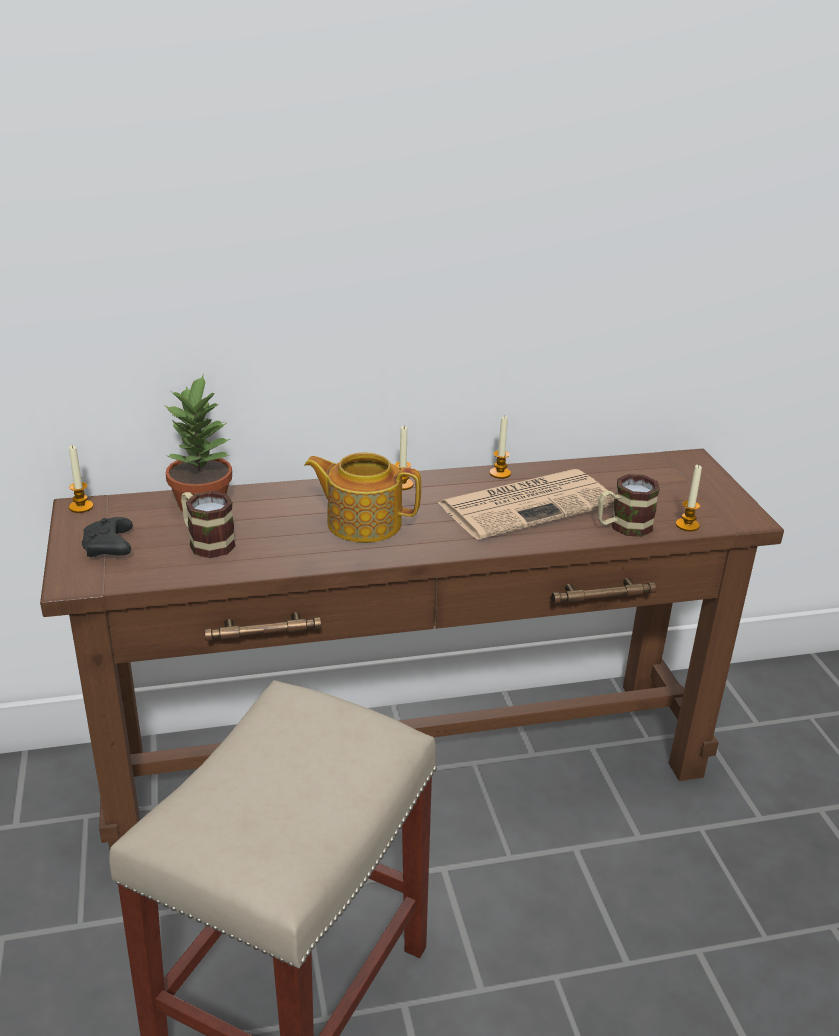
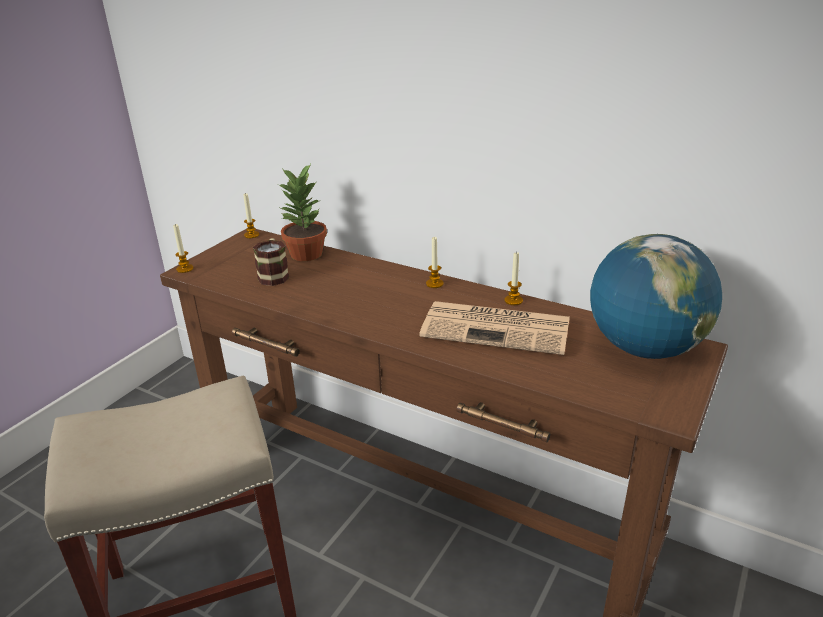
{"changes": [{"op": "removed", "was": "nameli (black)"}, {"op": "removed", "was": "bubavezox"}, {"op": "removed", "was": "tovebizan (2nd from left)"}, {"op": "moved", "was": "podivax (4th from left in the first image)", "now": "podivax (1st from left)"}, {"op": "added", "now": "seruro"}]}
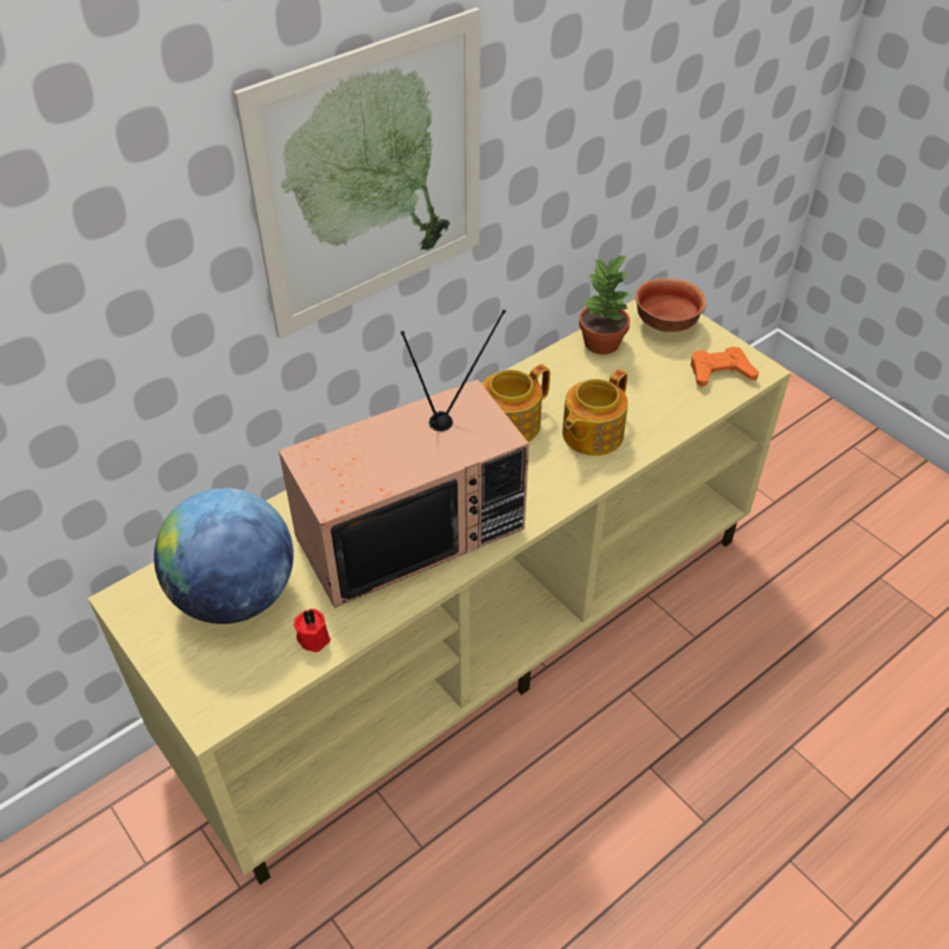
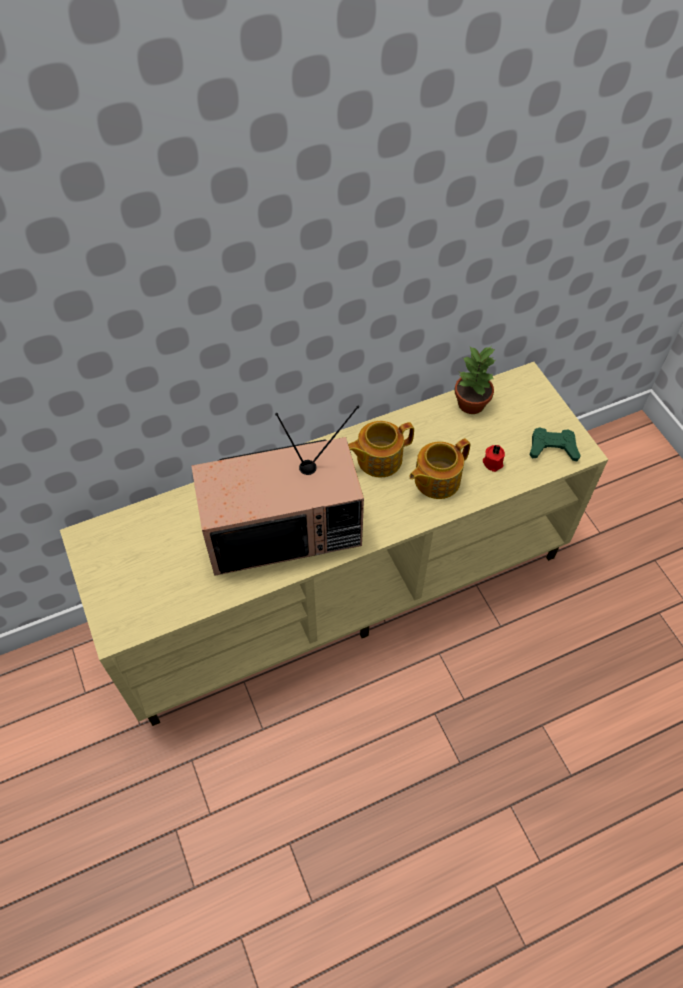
{"changes": [{"op": "removed", "was": "seruro"}, {"op": "removed", "was": "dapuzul"}, {"op": "moved", "was": "podivax (red)"}, {"op": "removed", "was": "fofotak"}, {"op": "recoloured", "was": "nameli (orange)", "now": "nameli (green)"}]}
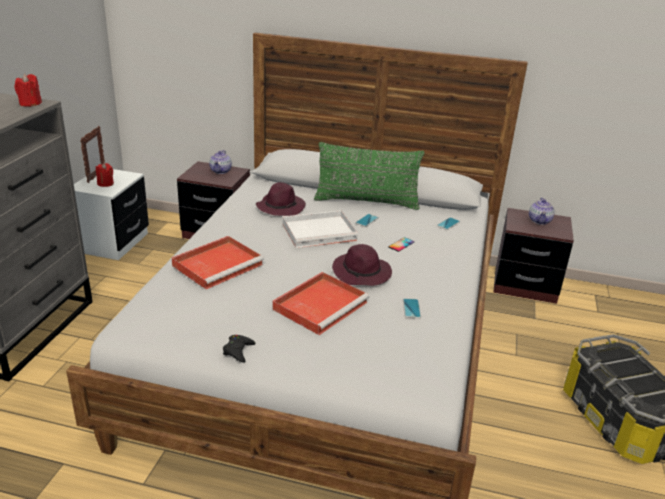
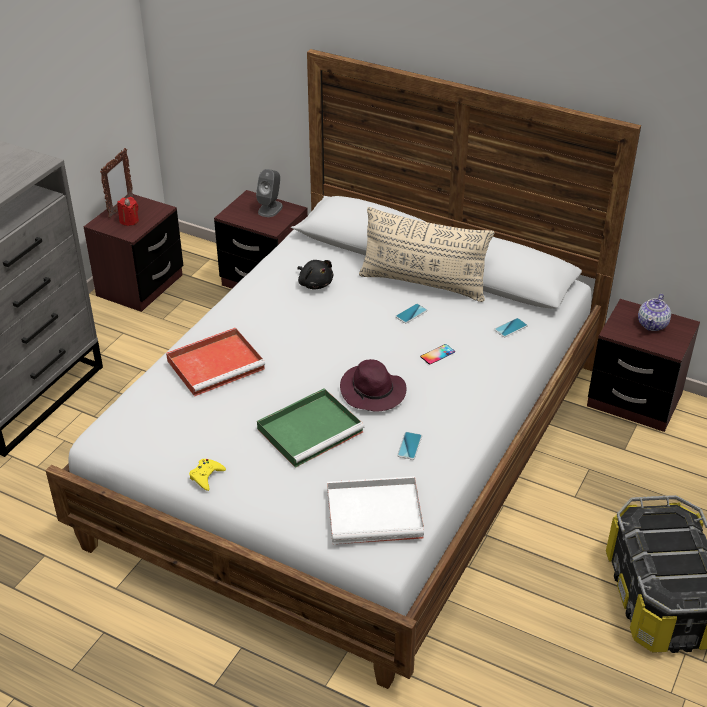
{"changes": [{"op": "removed", "was": "podivax (red) (1st from left)"}, {"op": "recoloured", "was": "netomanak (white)", "now": "netomanak (brown) (1st from left)"}, {"op": "replaced", "was": "bubavezox (1st from left)", "now": "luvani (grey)"}, {"op": "recoloured", "was": "nameli (black)", "now": "nameli (yellow)"}, {"op": "replaced", "was": "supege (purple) (1st from left)", "now": "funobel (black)"}, {"op": "recoloured", "was": "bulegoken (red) (2nd from left)", "now": "bulegoken (green)"}, {"op": "moved", "was": "bulegoken (white)"}, {"op": "recoloured", "was": "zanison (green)", "now": "zanison (beige)"}]}
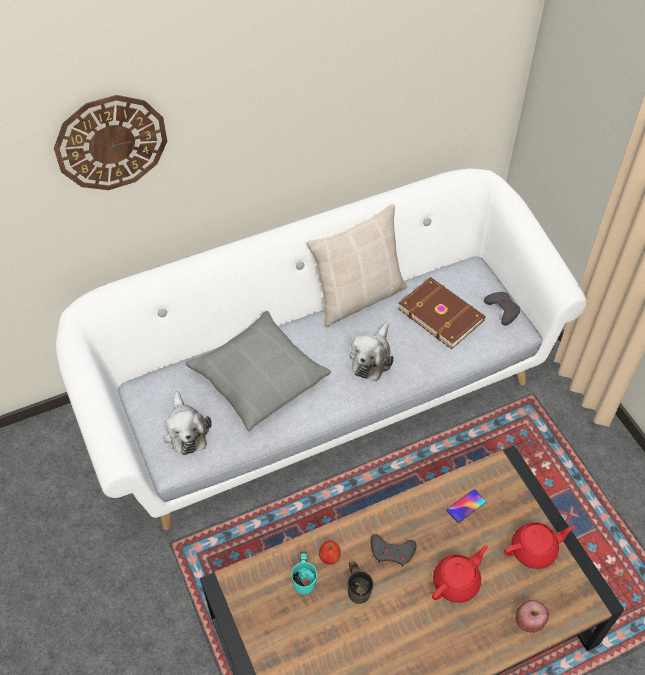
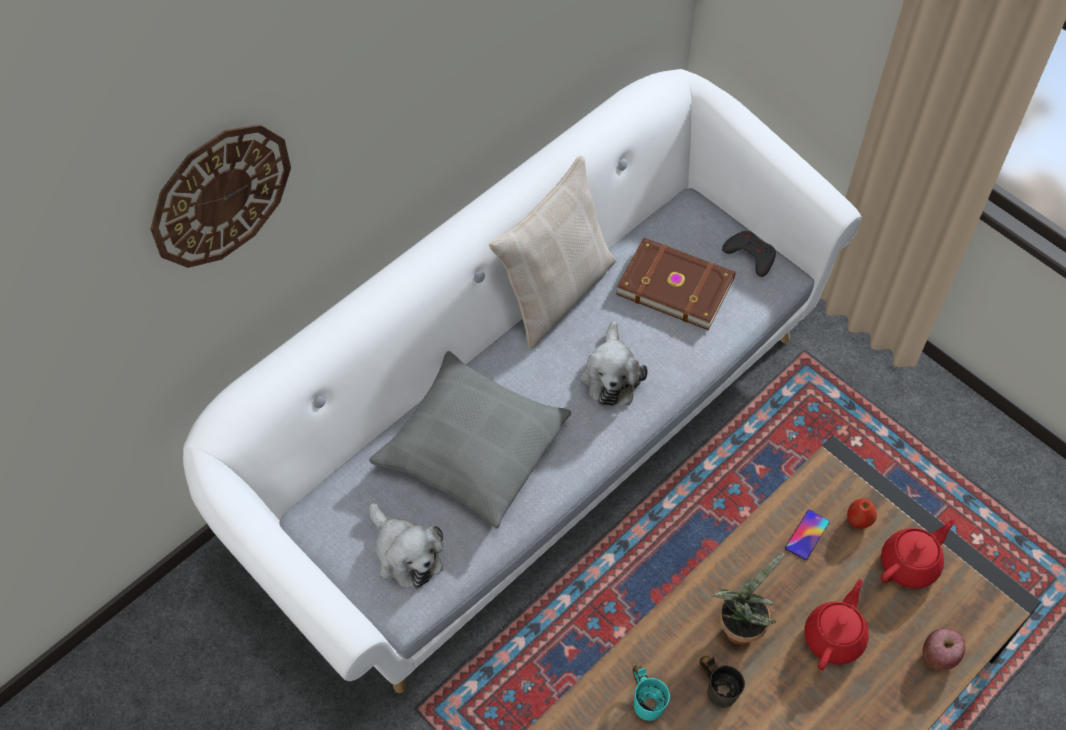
{"changes": [{"op": "moved", "was": "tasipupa (1st from left)"}, {"op": "replaced", "was": "nameli (grey) (1st from left)", "now": "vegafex"}]}
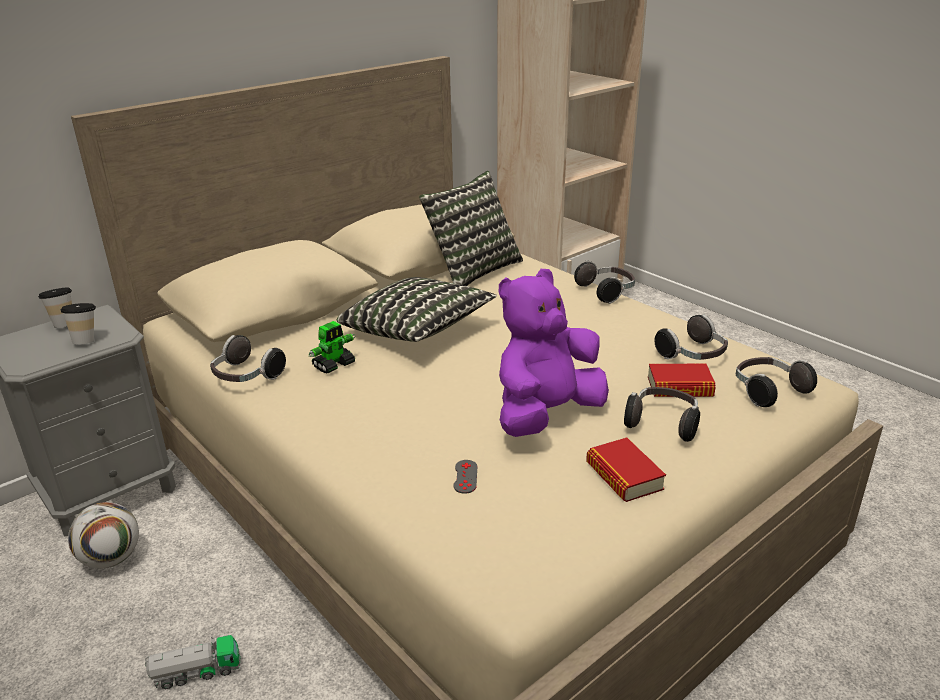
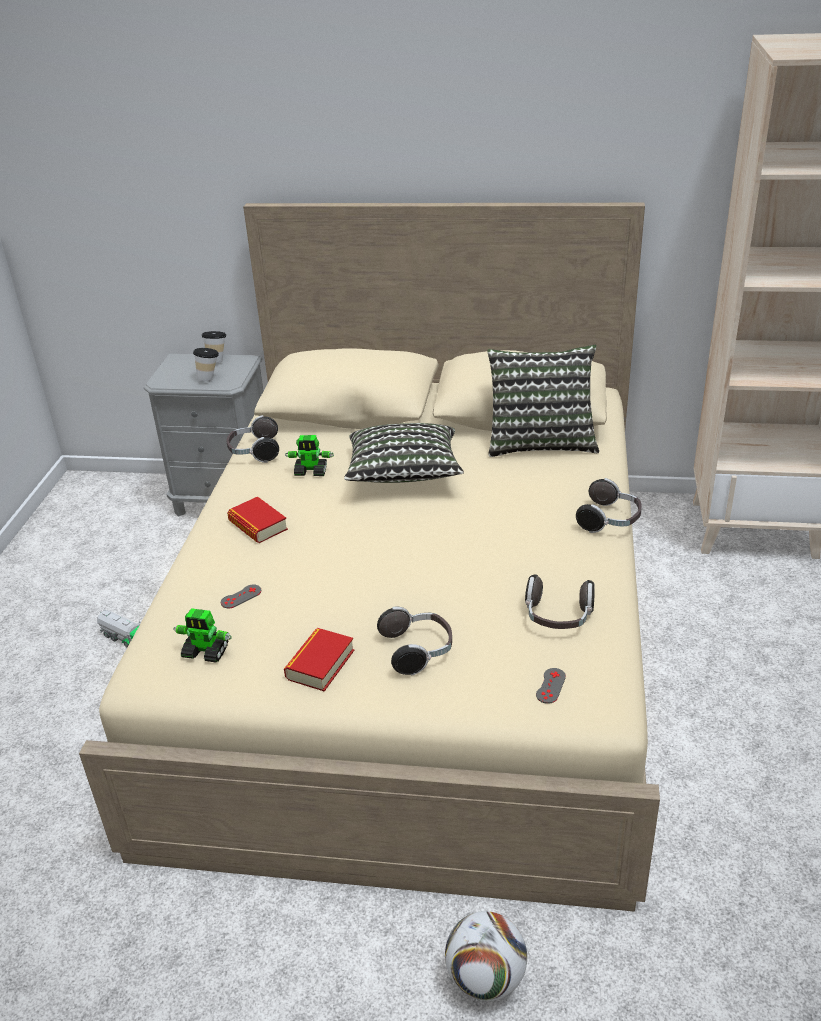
{"changes": [{"op": "moved", "was": "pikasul"}, {"op": "removed", "was": "funobel (purple)"}, {"op": "moved", "was": "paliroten (2nd from left in the first image)", "now": "paliroten (1st from left)"}, {"op": "replaced", "was": "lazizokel (5th from left)", "now": "nameli (grey) (2nd from left)"}, {"op": "added", "now": "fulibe (1st from left)"}]}
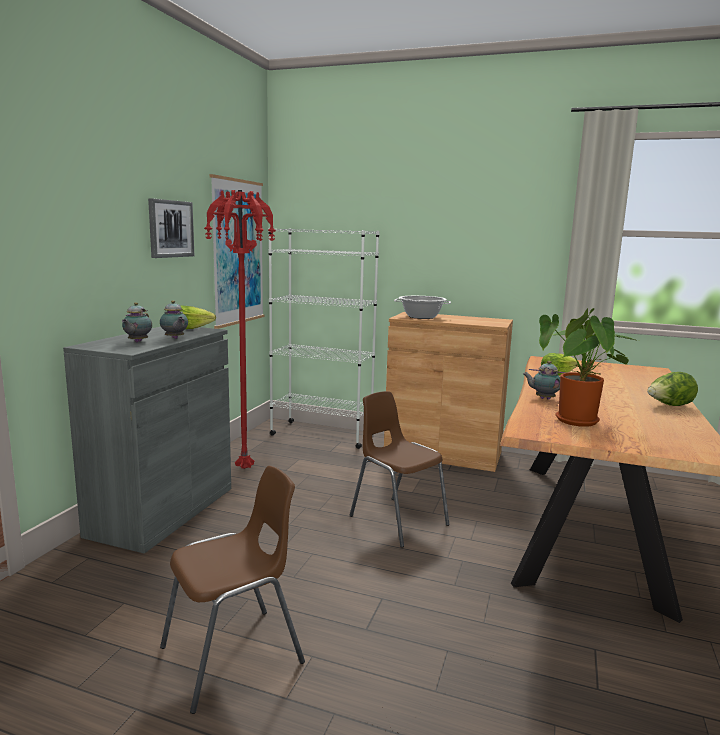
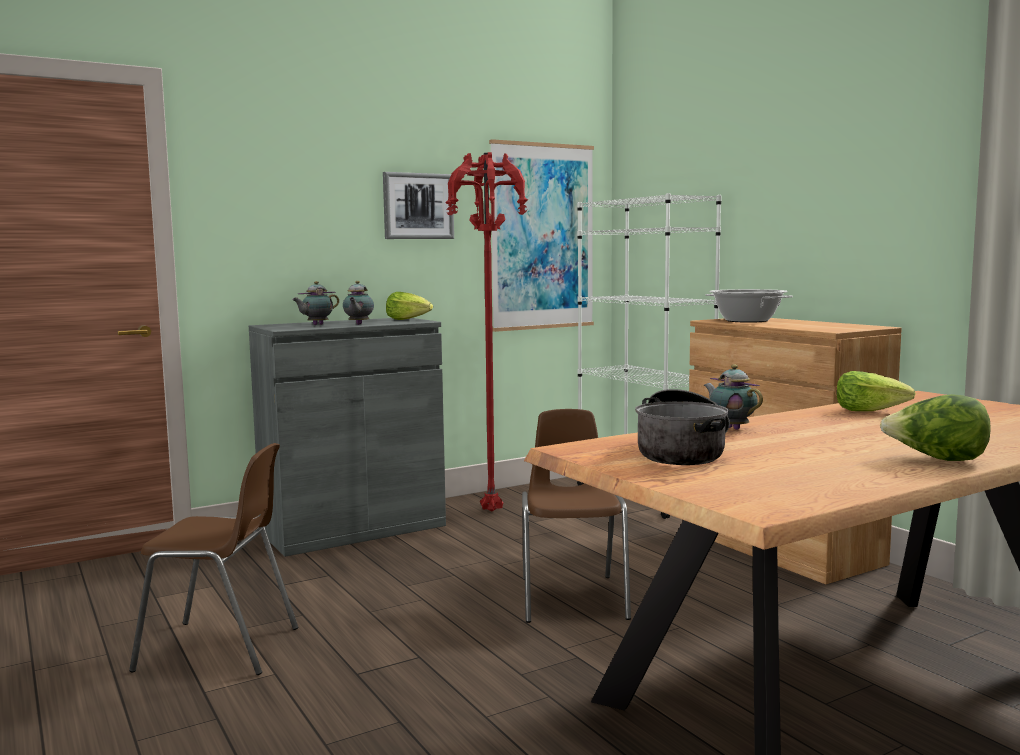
{"changes": [{"op": "replaced", "was": "vegafex", "now": "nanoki (1st from left)"}]}
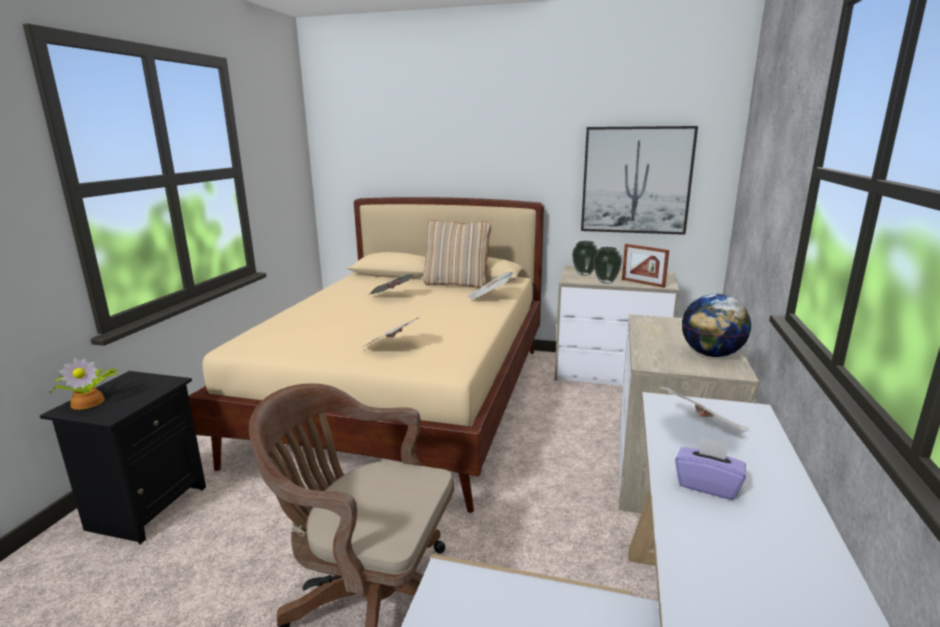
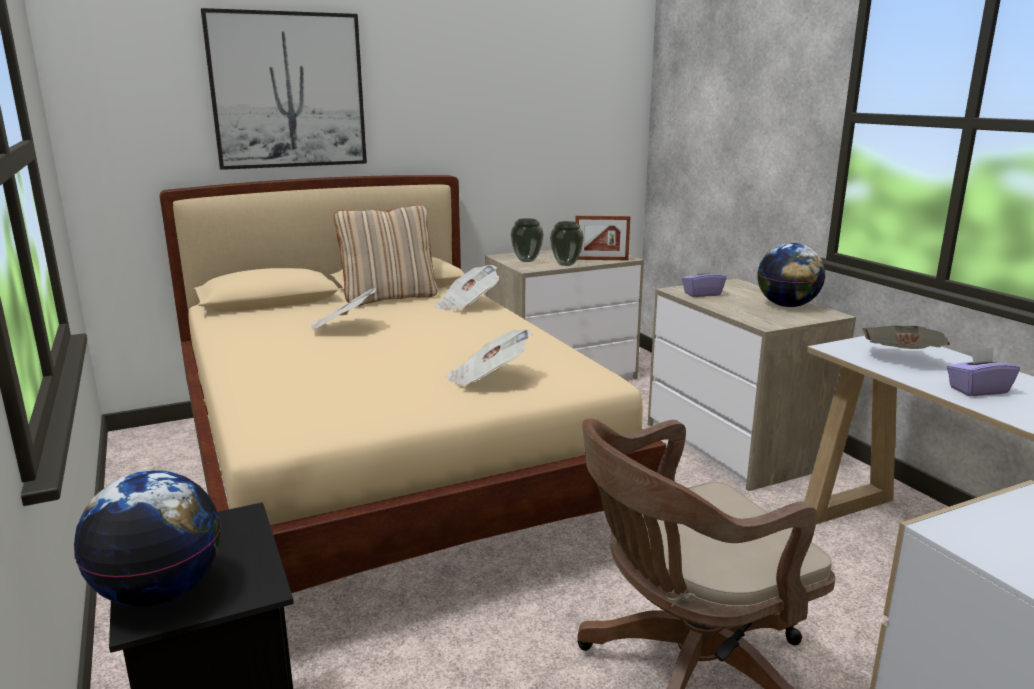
{"changes": [{"op": "replaced", "was": "vegafex", "now": "seruro (1st from left)"}, {"op": "moved", "was": "dapuzul"}, {"op": "added", "now": "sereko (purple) (1st from left)"}]}
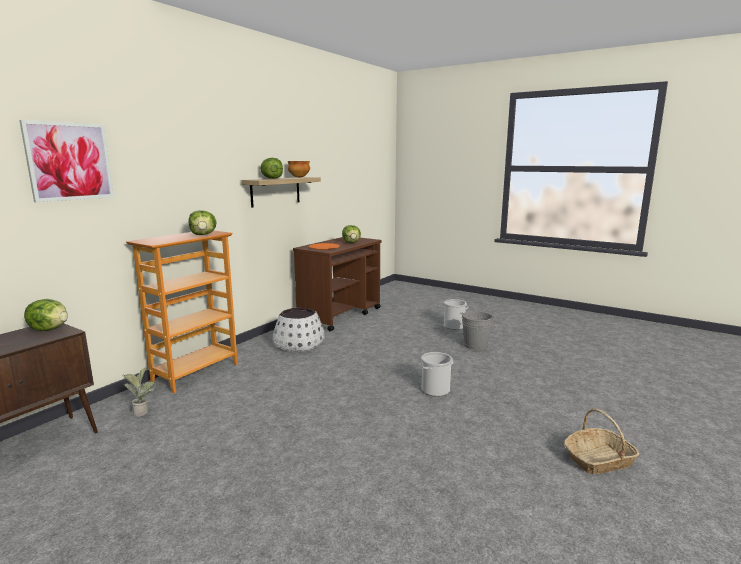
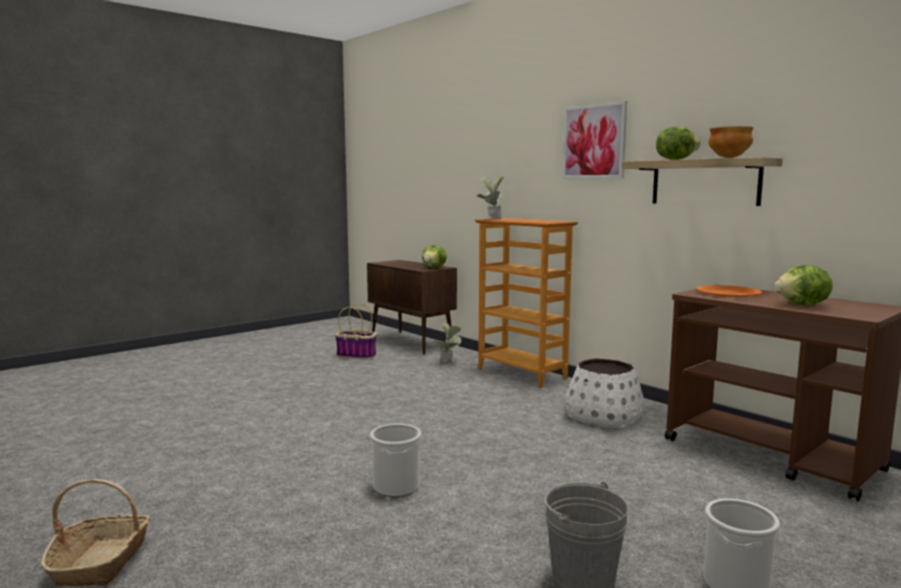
{"changes": [{"op": "moved", "was": "dapuzul"}, {"op": "removed", "was": "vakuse (2nd from left)"}, {"op": "added", "now": "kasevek (2nd from left)"}, {"op": "added", "now": "vegafex (2nd from left)"}]}
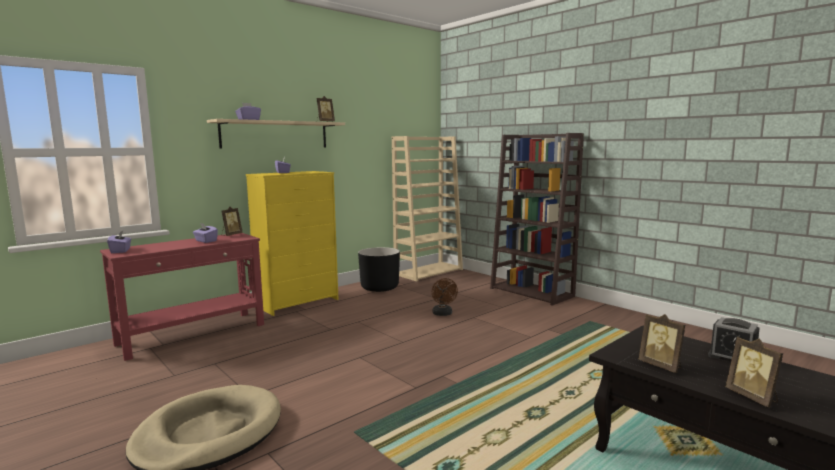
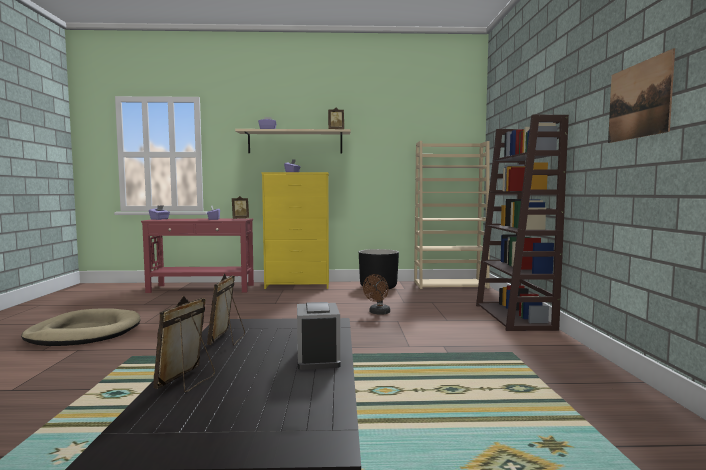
{"changes": [{"op": "added", "now": "dapuzul"}]}
